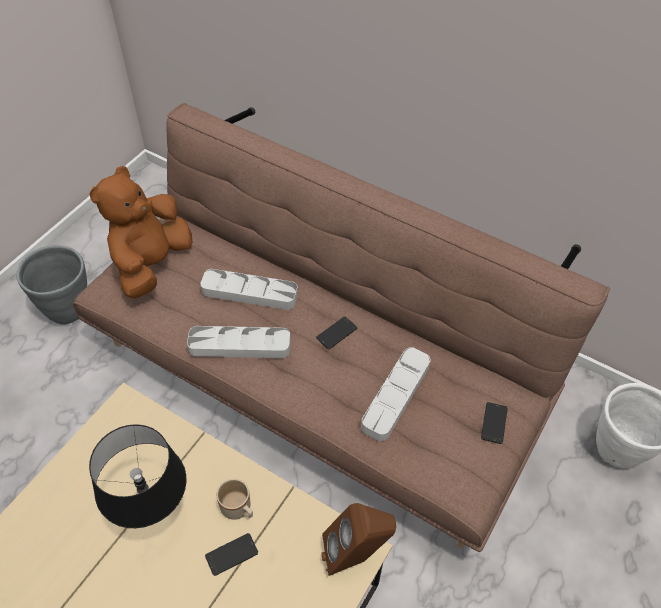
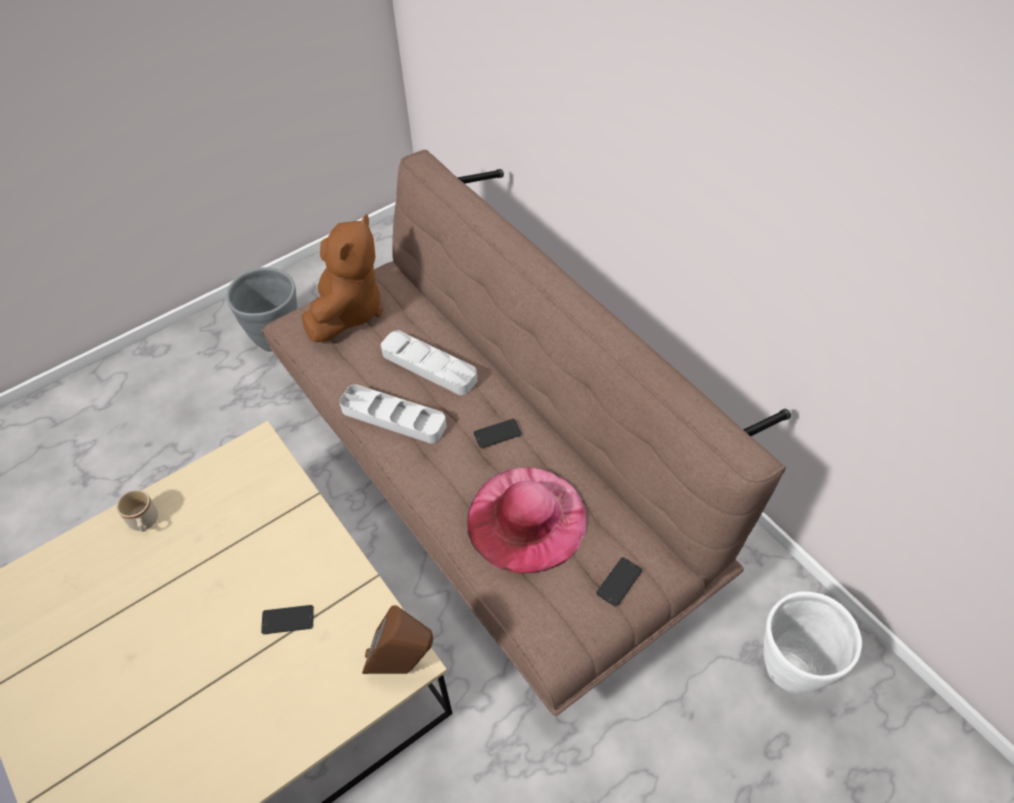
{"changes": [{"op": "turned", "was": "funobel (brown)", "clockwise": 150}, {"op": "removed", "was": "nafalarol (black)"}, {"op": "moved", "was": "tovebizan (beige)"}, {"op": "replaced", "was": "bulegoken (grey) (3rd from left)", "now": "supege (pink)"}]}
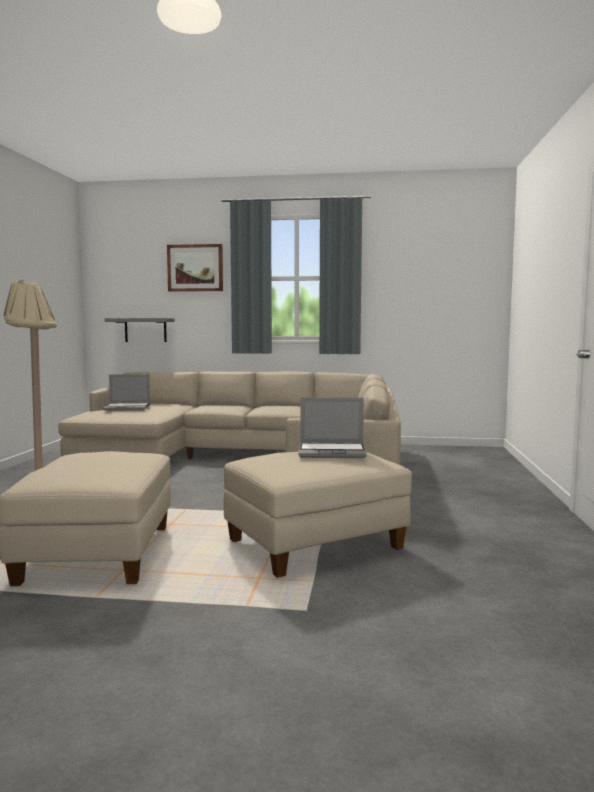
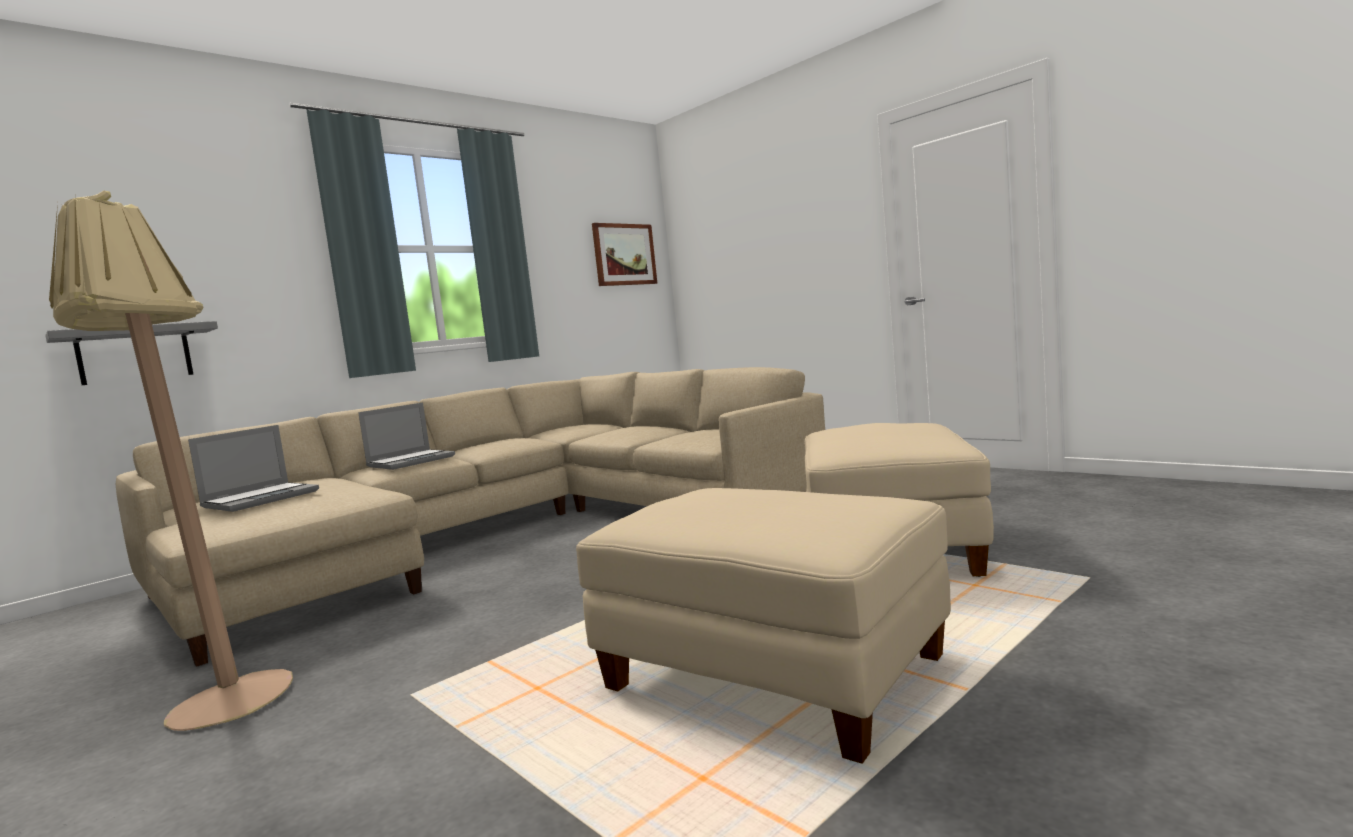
{"changes": [{"op": "moved", "was": "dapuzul"}, {"op": "moved", "was": "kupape (2nd from left)"}]}
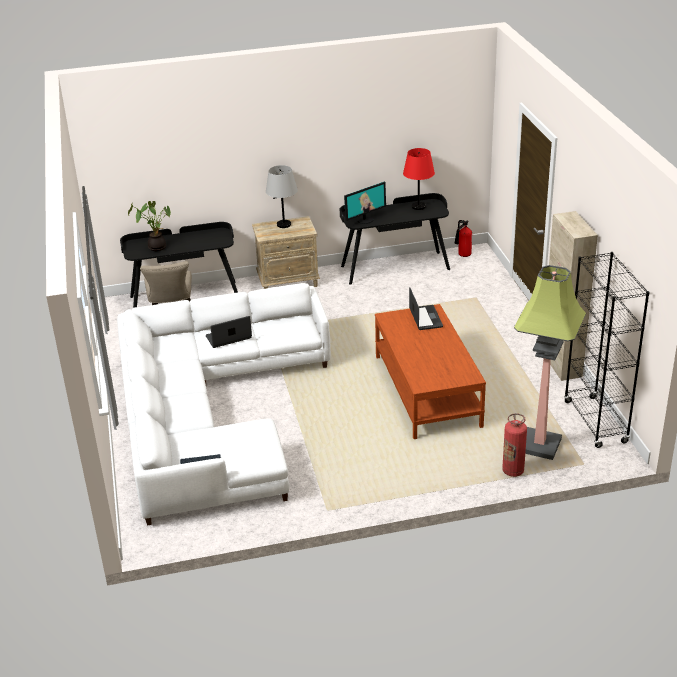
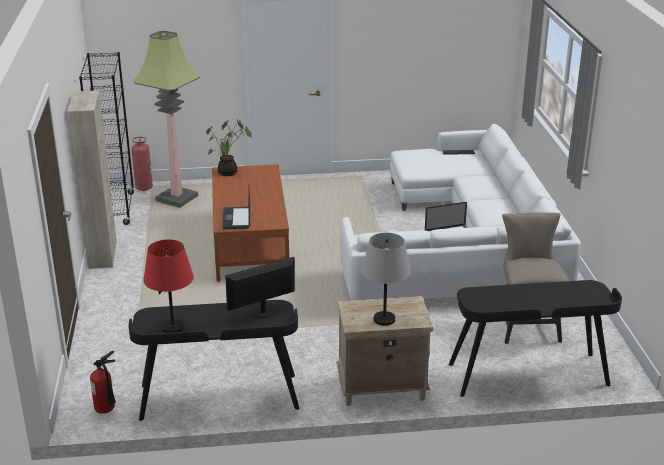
{"changes": [{"op": "moved", "was": "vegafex"}, {"op": "moved", "was": "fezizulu (2nd from left)"}]}
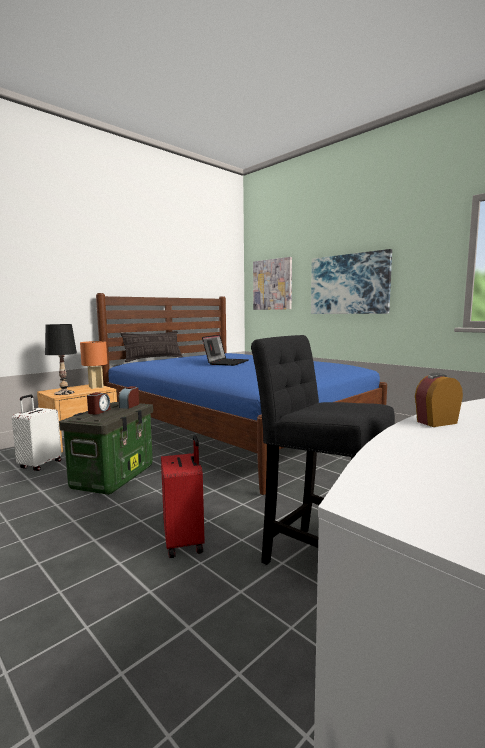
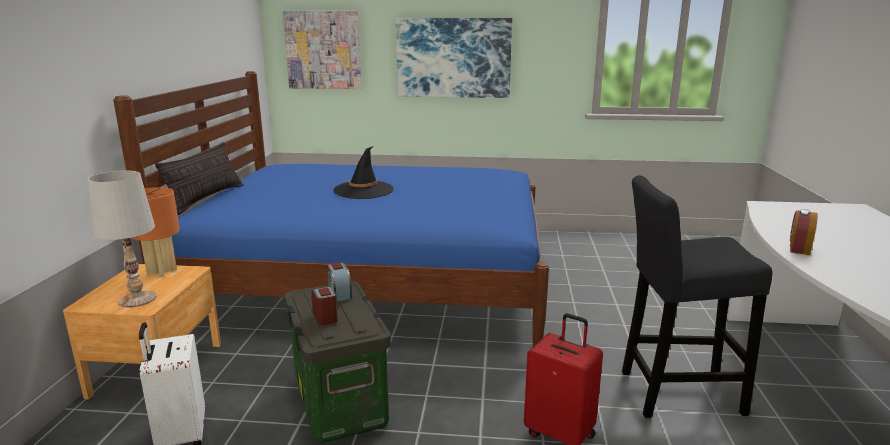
{"changes": [{"op": "recoloured", "was": "nafalarol (black)", "now": "nafalarol (white)"}, {"op": "replaced", "was": "kupape", "now": "supege (black)"}]}
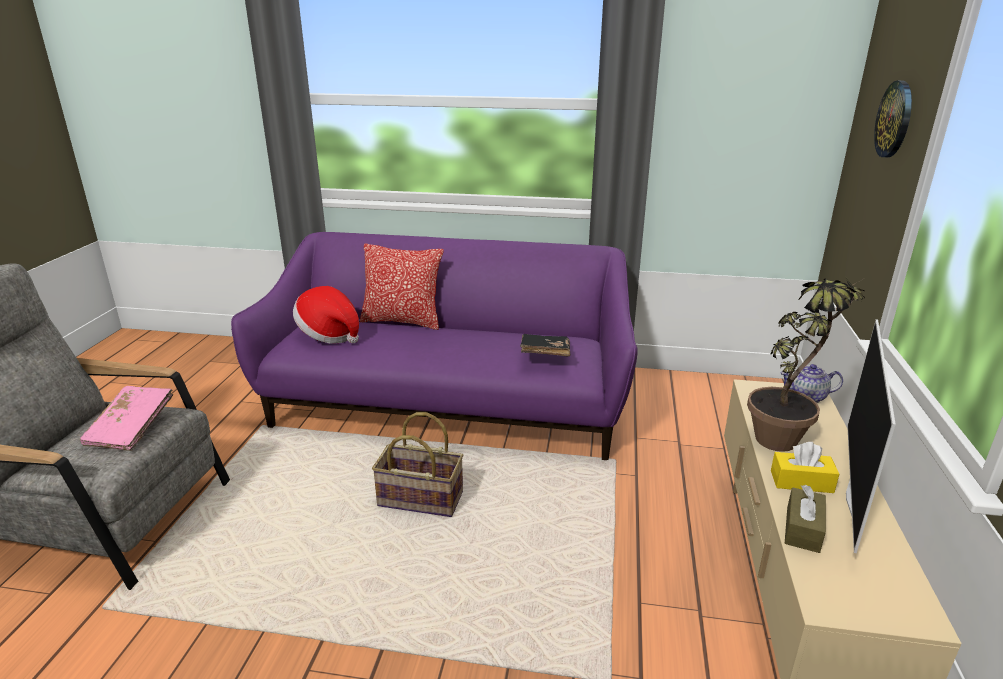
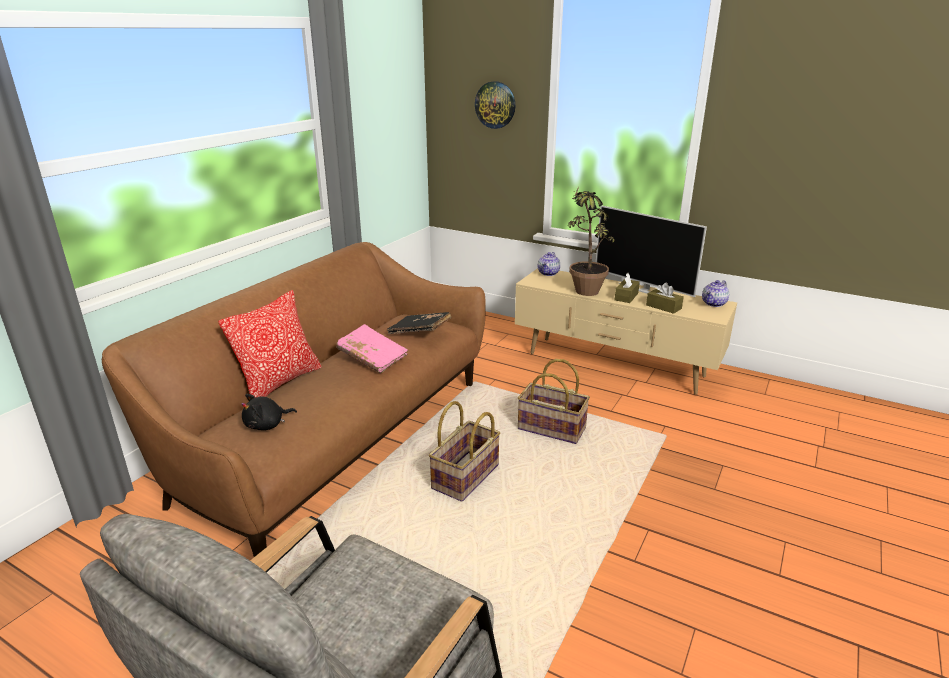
{"changes": [{"op": "moved", "was": "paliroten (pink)"}, {"op": "recoloured", "was": "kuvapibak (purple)", "now": "kuvapibak (brown)"}, {"op": "replaced", "was": "supege", "now": "funobel (black)"}, {"op": "recoloured", "was": "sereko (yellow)", "now": "sereko (brown) (1st from left)"}, {"op": "added", "now": "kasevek (2nd from left)"}, {"op": "added", "now": "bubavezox (2nd from left)"}]}
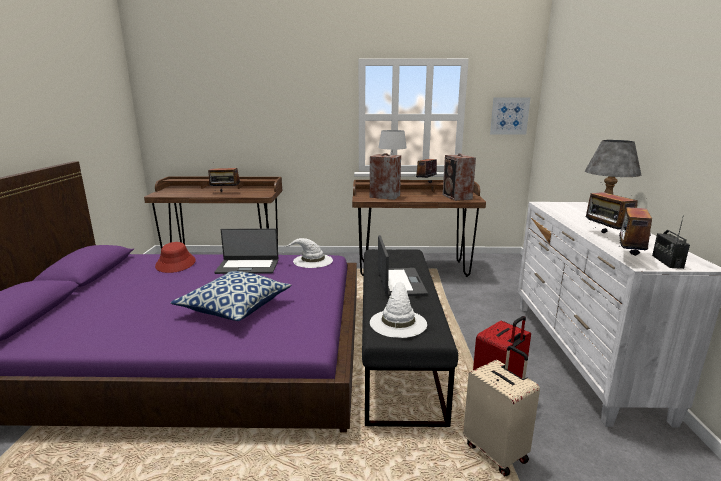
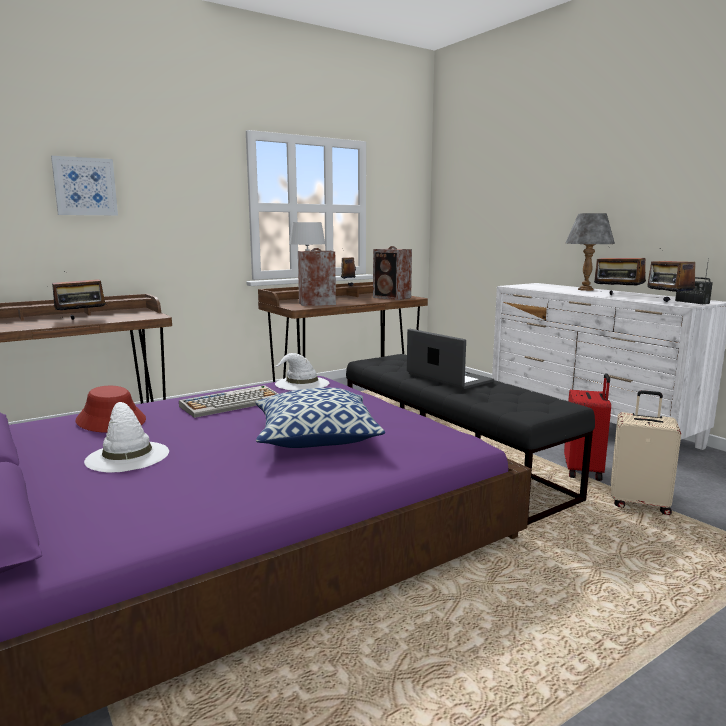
{"changes": [{"op": "replaced", "was": "kupape (1st from left)", "now": "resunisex"}, {"op": "moved", "was": "supege (white) (2nd from left in the first image)", "now": "supege (white) (1st from left)"}, {"op": "moved", "was": "dapuzul"}]}
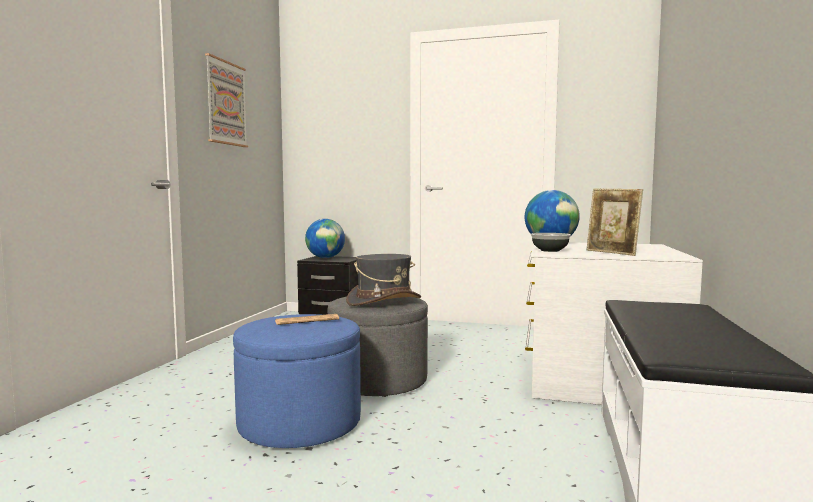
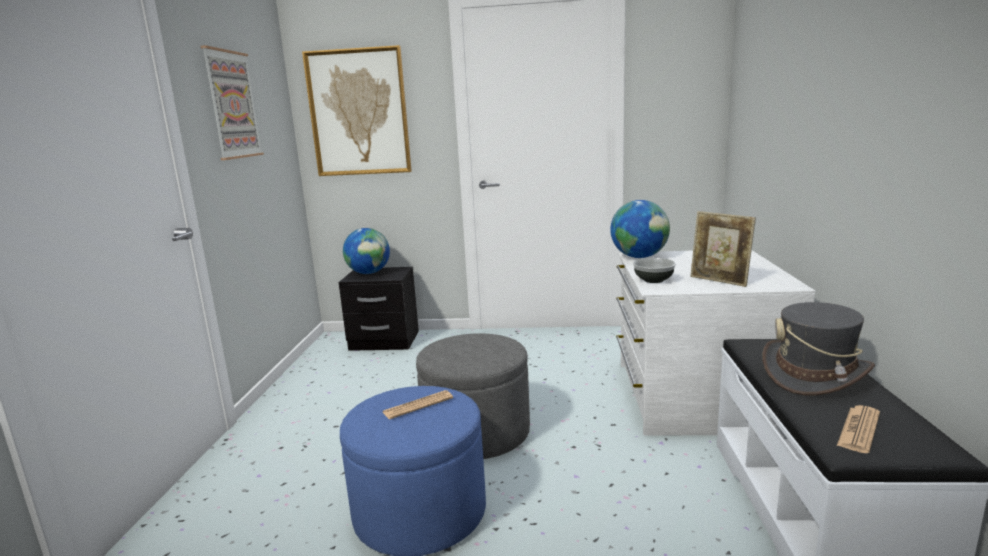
{"changes": [{"op": "moved", "was": "supege (grey)"}, {"op": "added", "now": "dapuzul (2nd from left)"}, {"op": "added", "now": "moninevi (2nd from left)"}]}
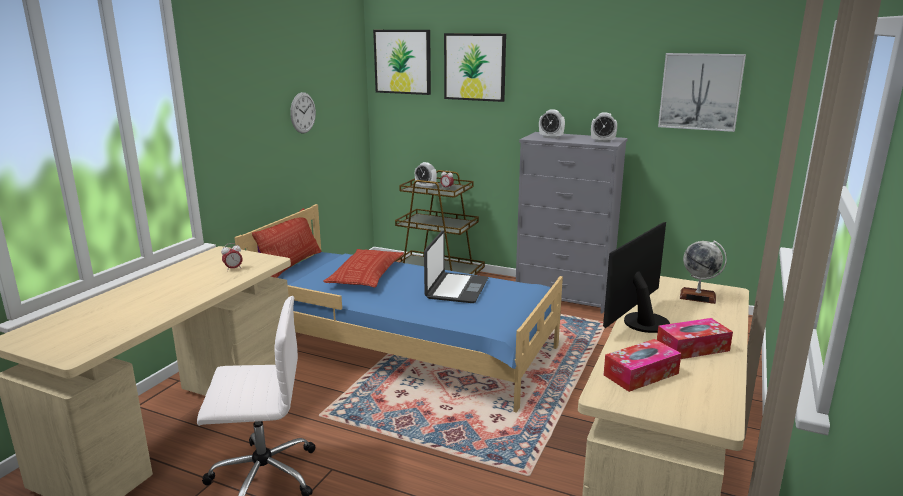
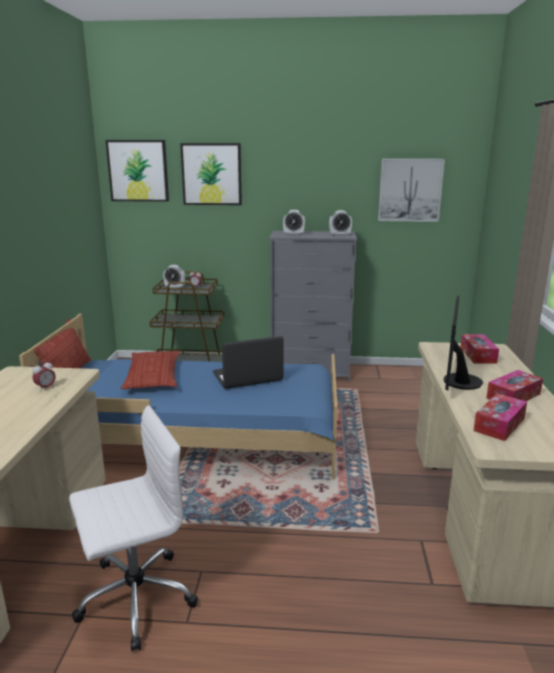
{"changes": [{"op": "removed", "was": "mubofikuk"}, {"op": "turned", "was": "kupape", "clockwise": -105}, {"op": "replaced", "was": "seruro", "now": "sereko (1st from left)"}]}
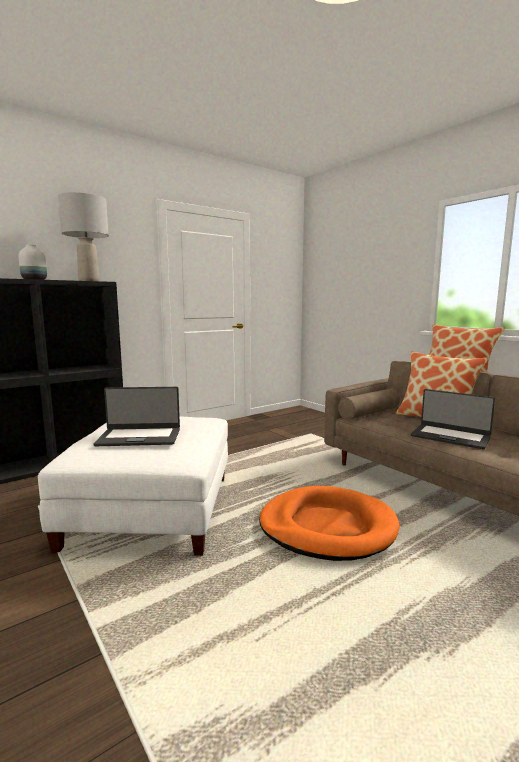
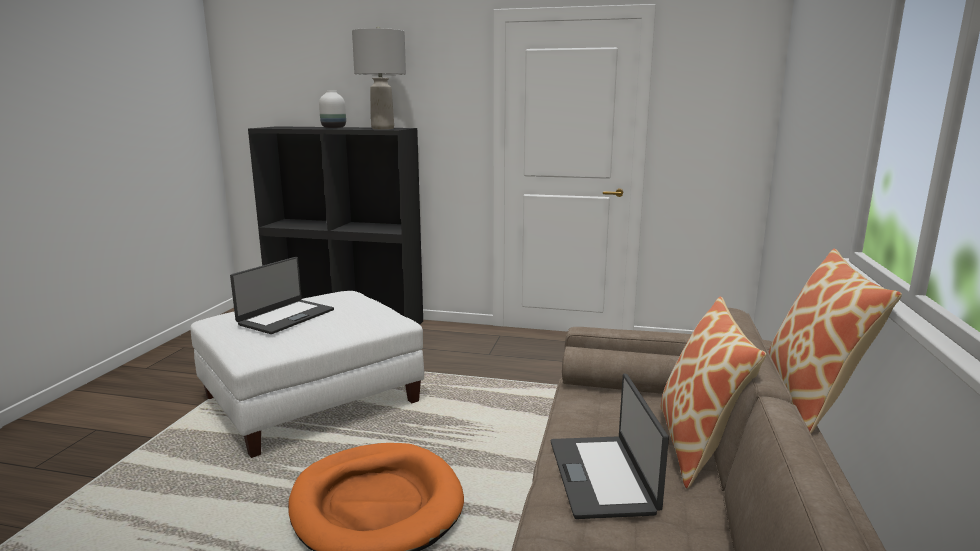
{"changes": [{"op": "turned", "was": "kupape (1st from left)", "clockwise": -105}]}
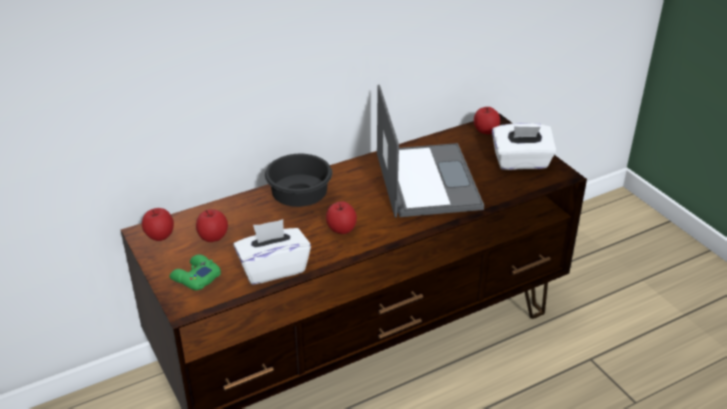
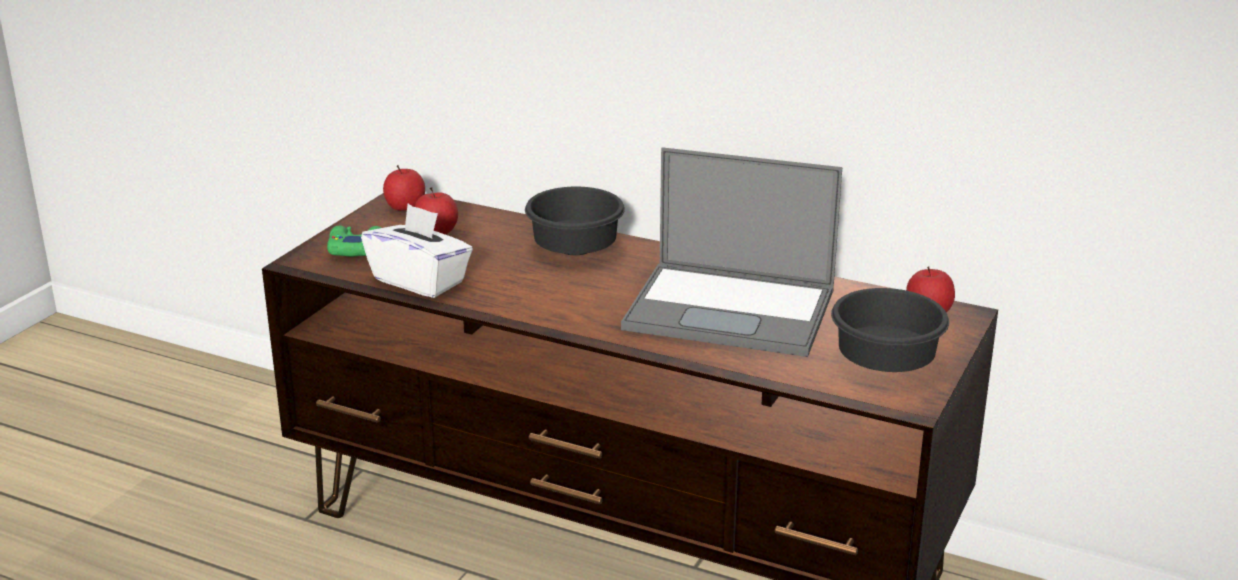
{"changes": [{"op": "removed", "was": "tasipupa (3rd from left)"}, {"op": "turned", "was": "kupape", "clockwise": 60}, {"op": "replaced", "was": "sereko (white) (2nd from left)", "now": "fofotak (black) (2nd from left)"}]}
